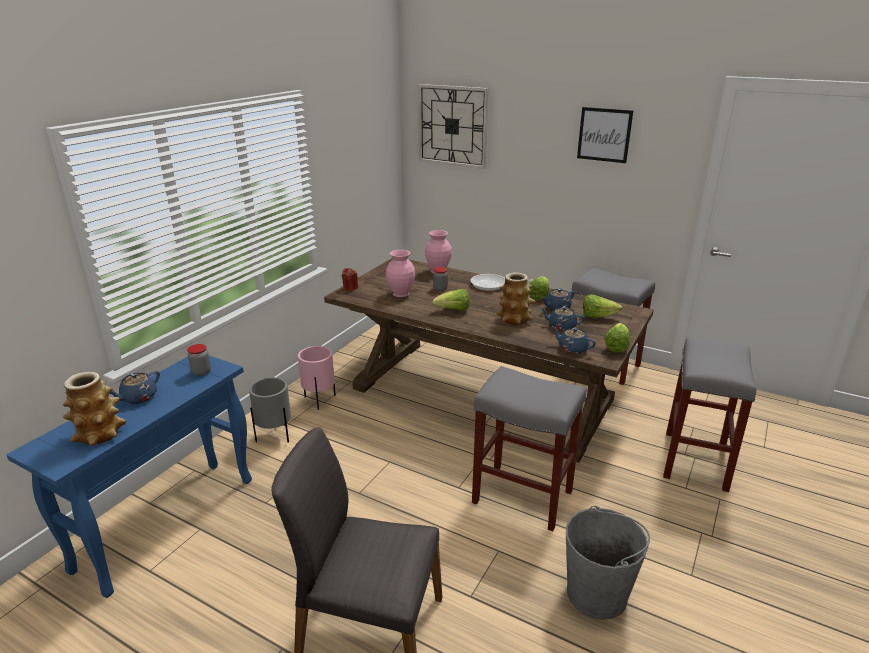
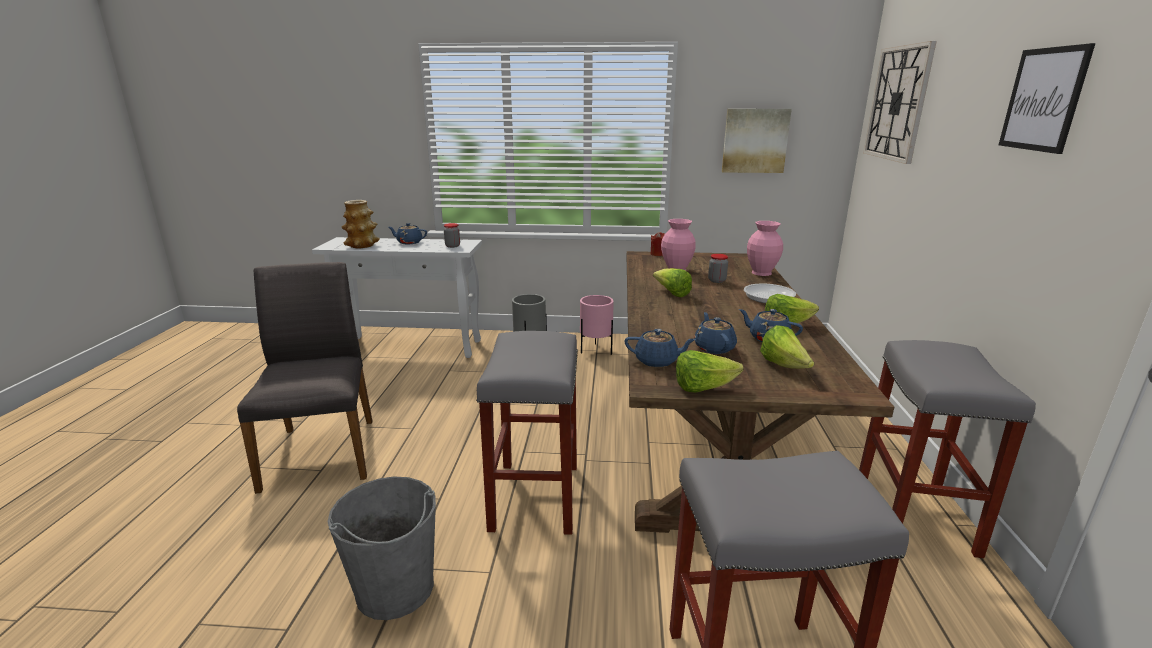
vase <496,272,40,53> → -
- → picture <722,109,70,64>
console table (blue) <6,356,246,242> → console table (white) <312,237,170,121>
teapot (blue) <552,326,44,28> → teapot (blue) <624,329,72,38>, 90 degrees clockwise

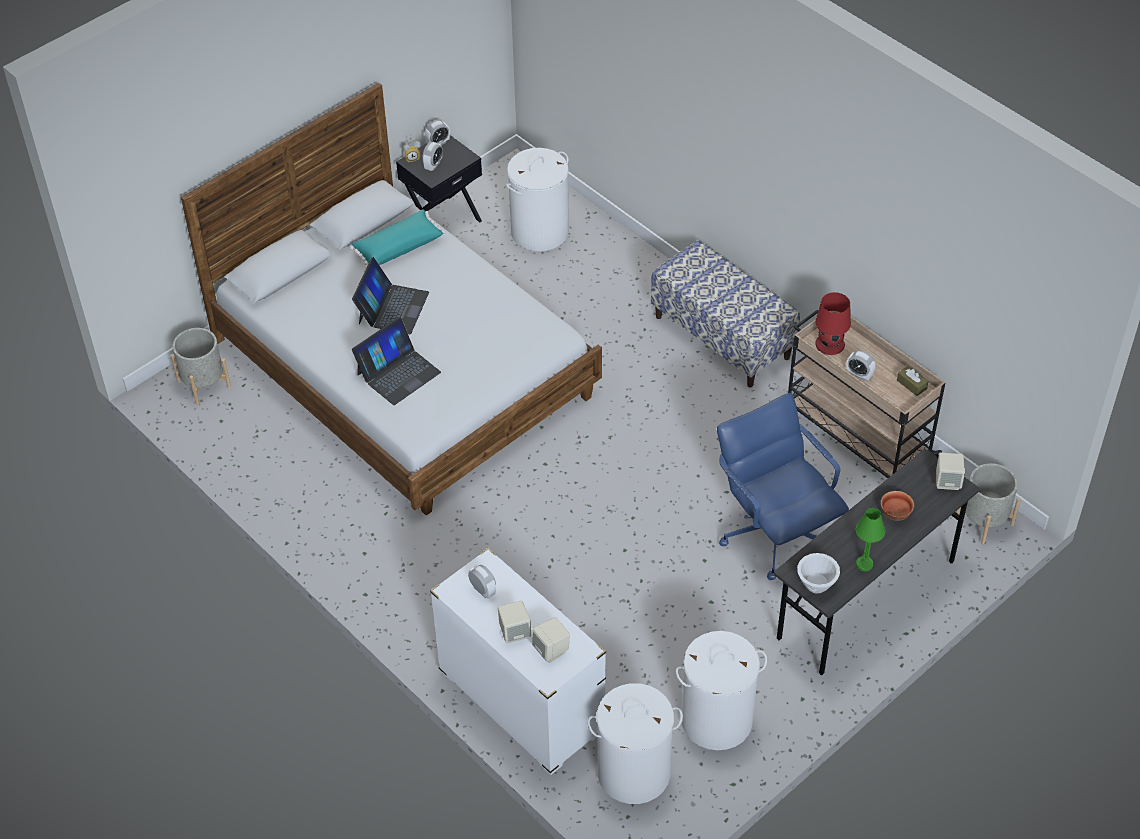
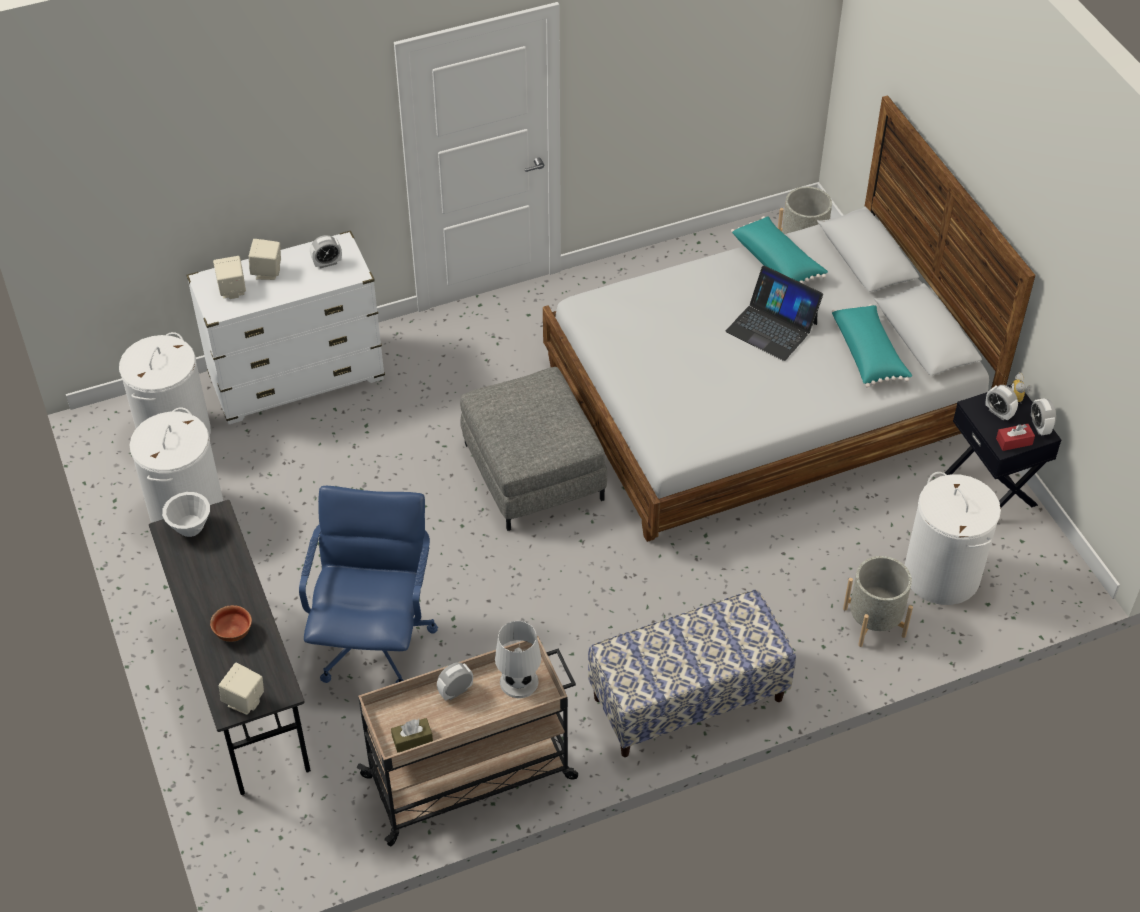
laptop <352,317,89,88> → -
table lamp (green) <855,508,30,63> → -
- → ottoman (grey) <460,367,147,164>
- → pillow (turquoise) <731,216,97,68>
- → tissue box (red) <996,424,39,27>
planter (grey) <956,463,65,81> → planter (grey) <843,556,70,91>, shifted
table lamp (red) <815,292,36,63> → table lamp (white) <495,621,46,77>
office chair (blue) <717,393,132,187> → office chair (blue) <299,486,139,197>, 75 degrees counterclockwise

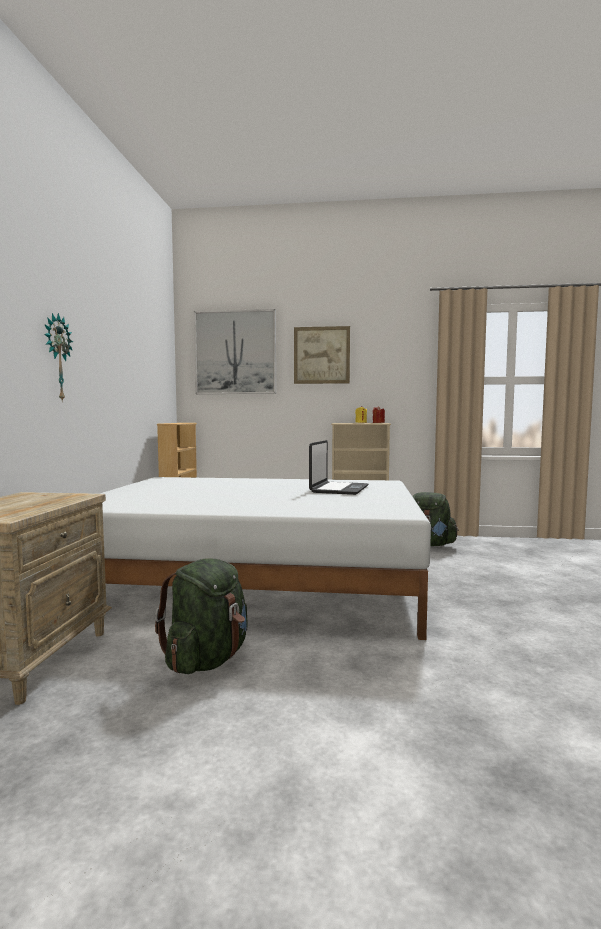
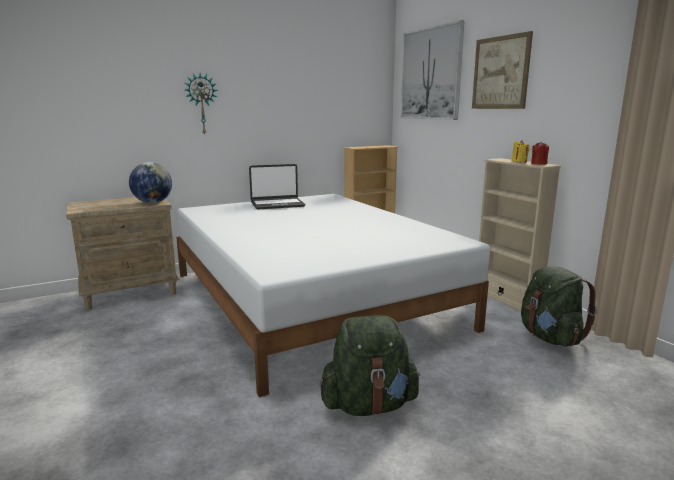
- → globe <129,162,43,41>
backpack (green) <155,558,93,116> → backpack (green) <320,315,100,101>, shifted
laptop <309,440,59,55> → laptop <249,164,56,45>, shifted

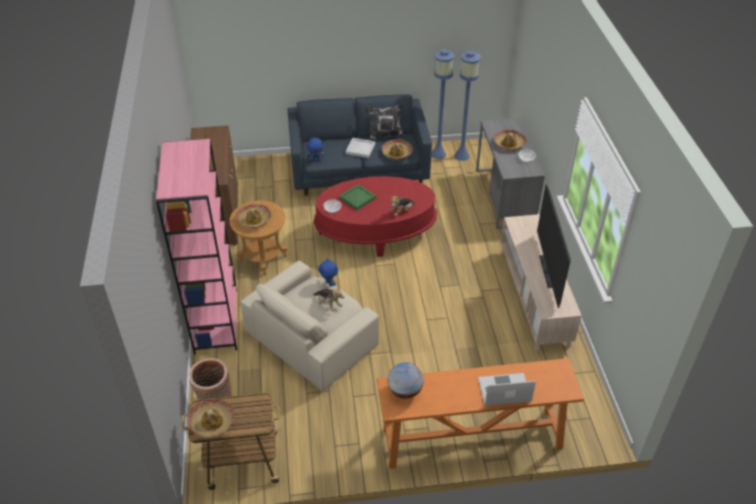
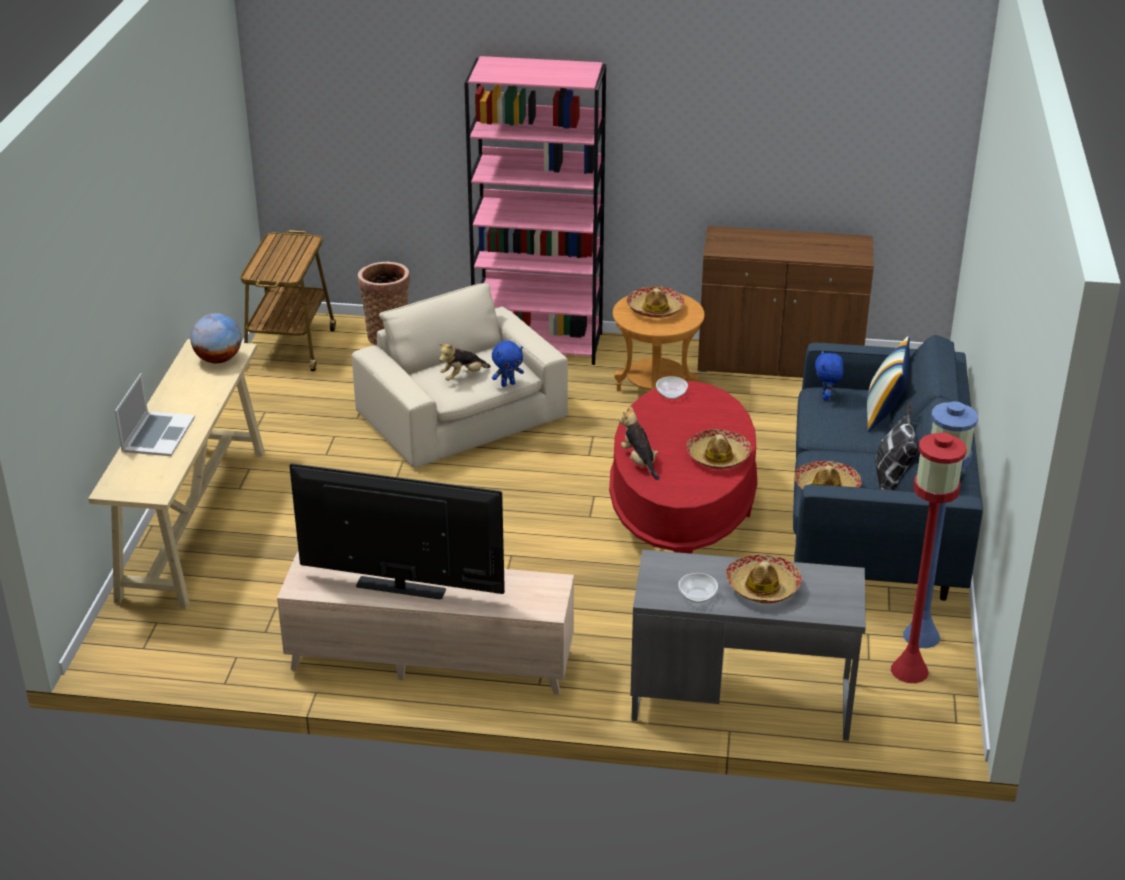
tray (green) <339,184,37,26> → -
tray (white) <345,138,30,20> → -
- → pillow <867,336,43,96>
hat <188,399,46,38> → hat <687,429,65,40>, shifted
console table (orange) <377,358,207,111> → console table (beige) <88,339,177,270>
floor lamp (blue) <454,51,27,110> → floor lamp (red) <891,432,76,251>

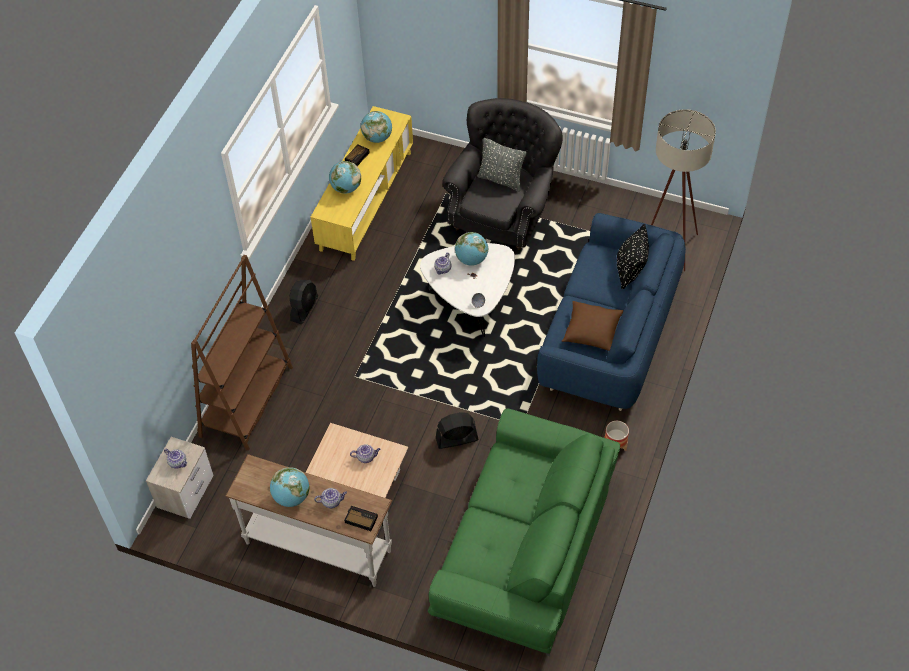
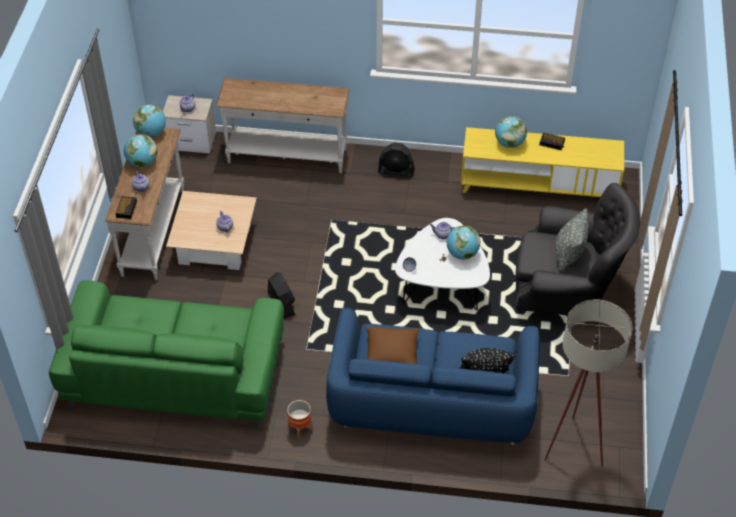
globe <361,111,31,32> → globe <133,105,33,32>, shifted
bookcase (brown) <191,255,102,196> → console table (white) <216,78,134,95>

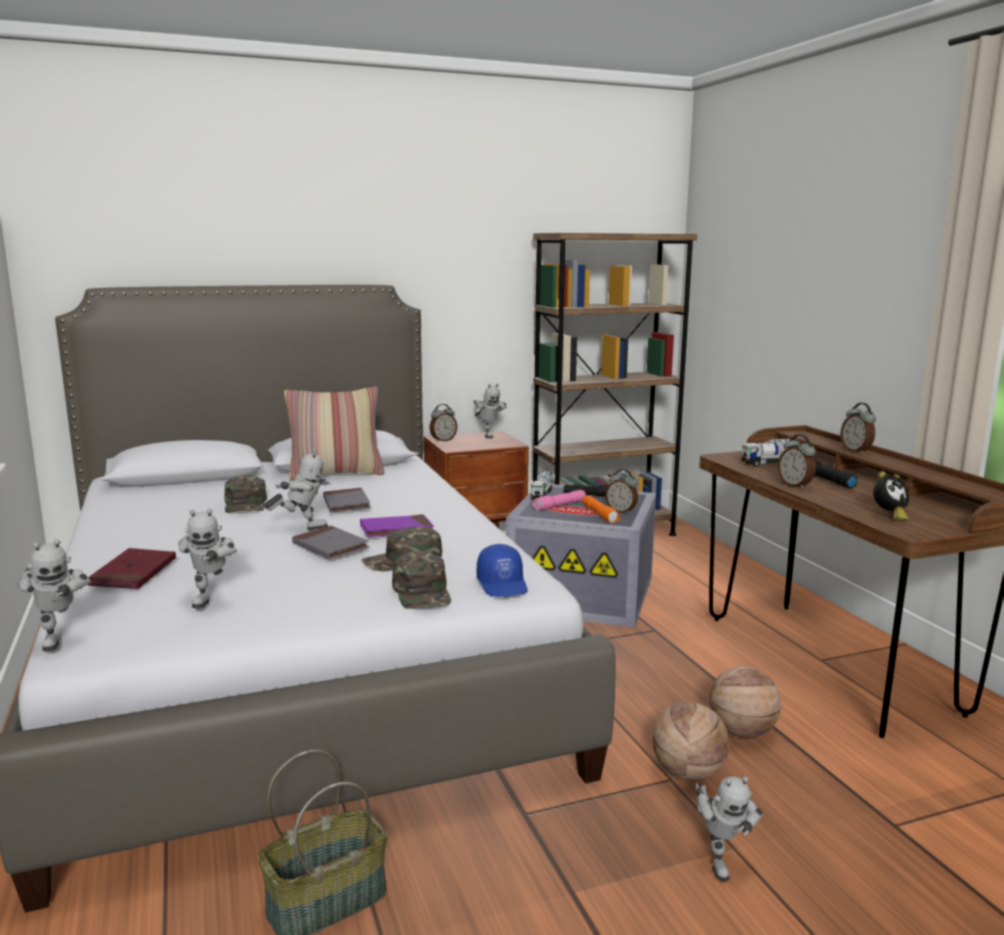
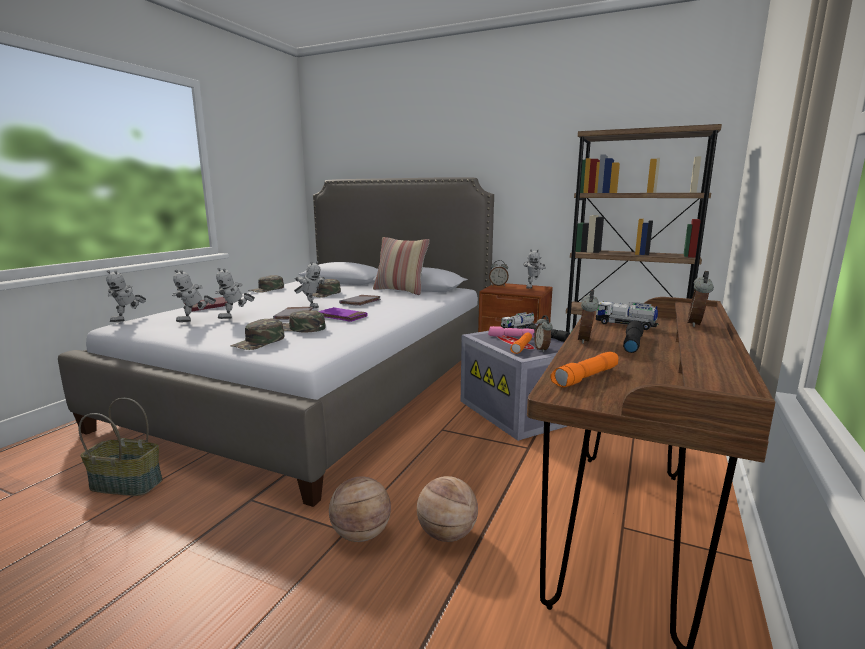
cap (blue) <477,544,51,53> → -
- → cap (green) <250,275,34,18>
toy robot <696,776,67,106> → toy robot <215,268,40,51>, shifted
alarm clock <873,471,36,50> → flashlight (orange) <551,352,67,36>

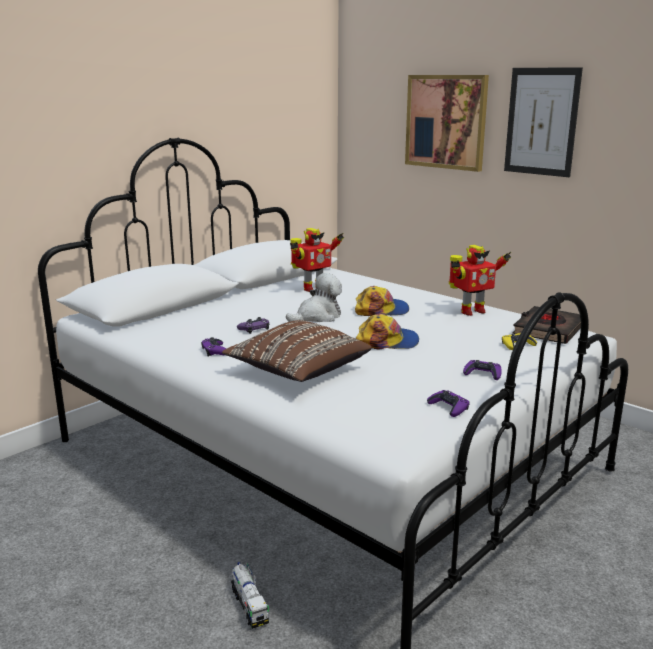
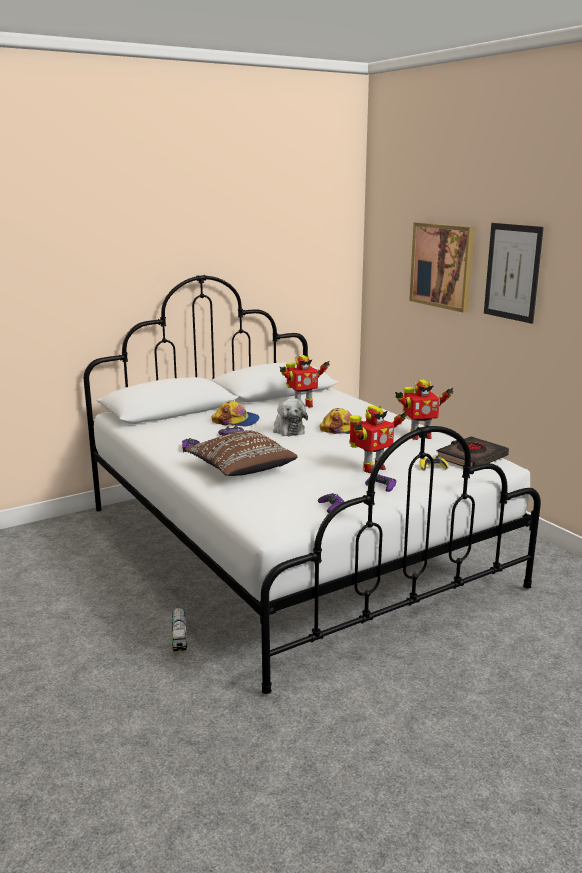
- → toy robot <349,405,58,68>
cap <356,314,63,36> → cap <212,400,48,26>, shifted
plush toy <286,273,56,49> → plush toy <273,398,35,38>, 90 degrees clockwise

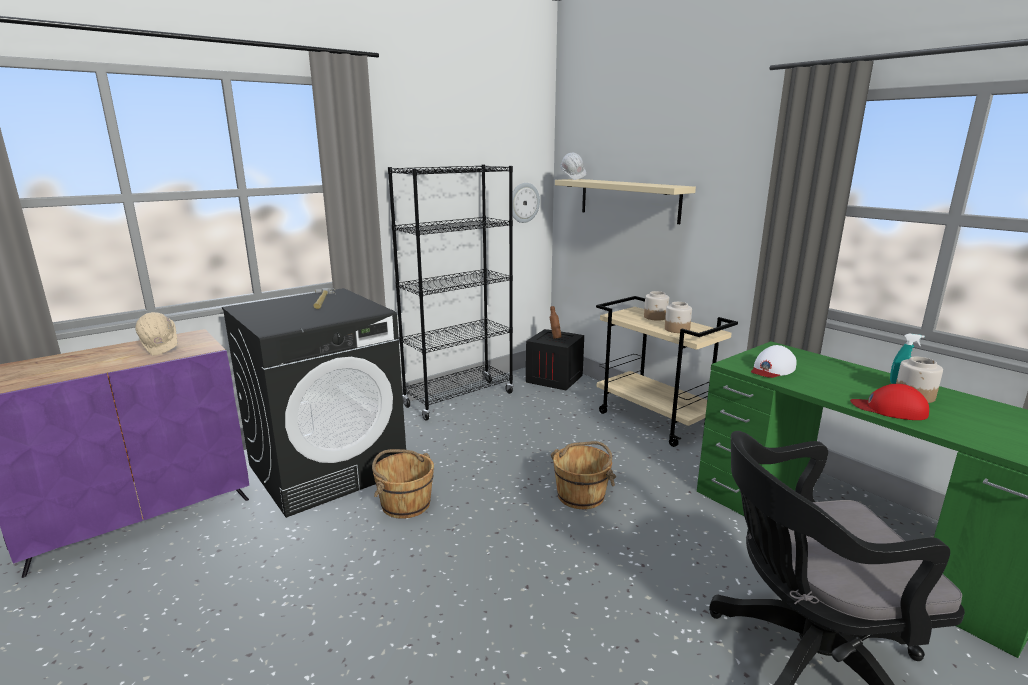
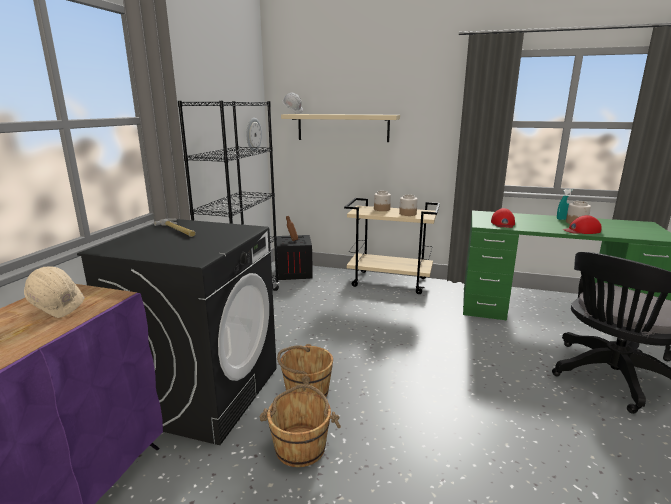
bucket (brown) <551,441,65,68> → bucket (brown) <259,384,82,83>, shifted
cap (white) <751,345,46,33> → cap (red) <491,208,24,20>

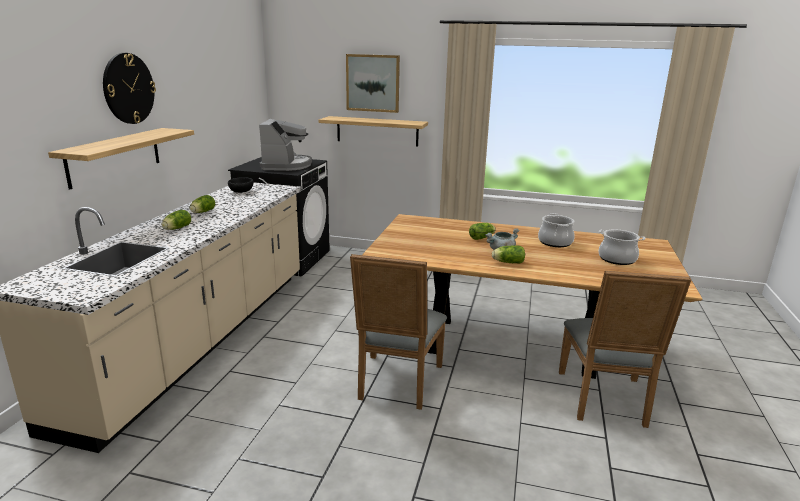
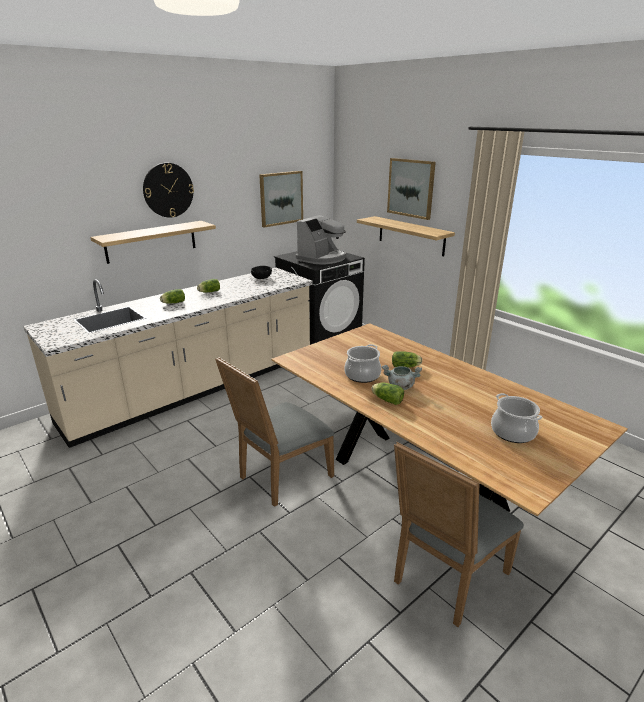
- → picture <259,171,44,57>
cooking pot <538,213,37,34> → cooking pot <344,344,37,39>, shifted

